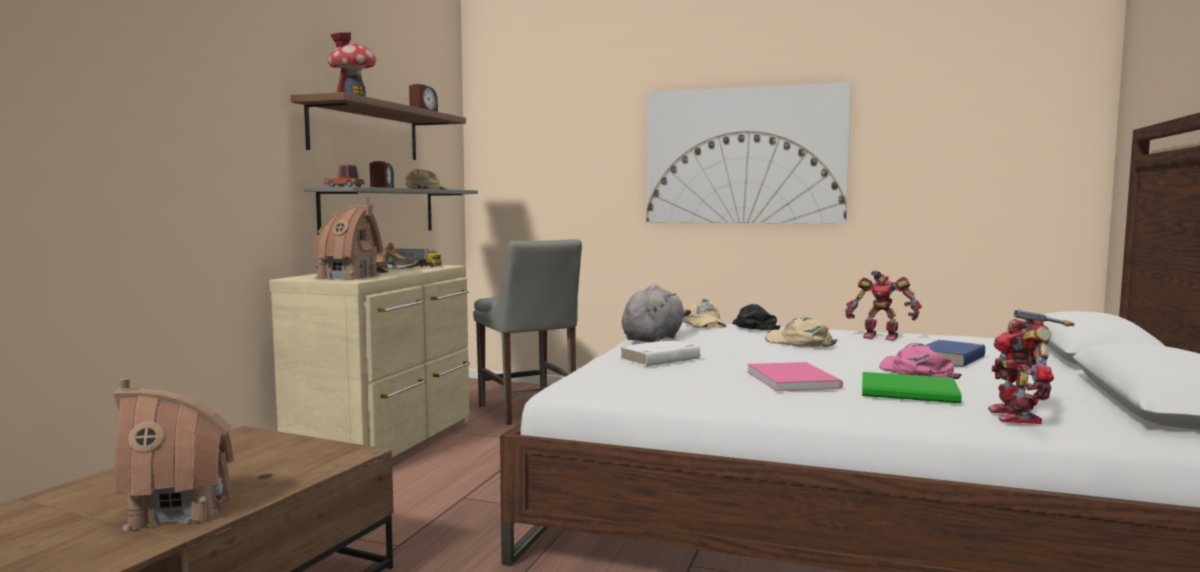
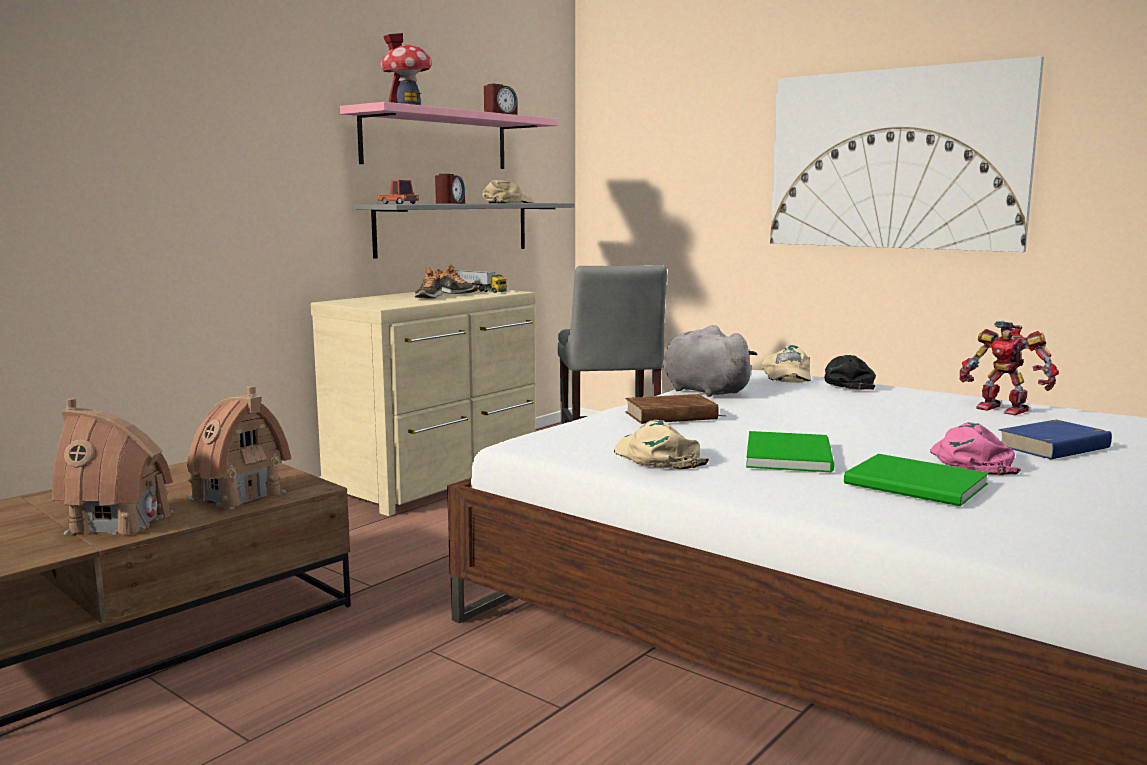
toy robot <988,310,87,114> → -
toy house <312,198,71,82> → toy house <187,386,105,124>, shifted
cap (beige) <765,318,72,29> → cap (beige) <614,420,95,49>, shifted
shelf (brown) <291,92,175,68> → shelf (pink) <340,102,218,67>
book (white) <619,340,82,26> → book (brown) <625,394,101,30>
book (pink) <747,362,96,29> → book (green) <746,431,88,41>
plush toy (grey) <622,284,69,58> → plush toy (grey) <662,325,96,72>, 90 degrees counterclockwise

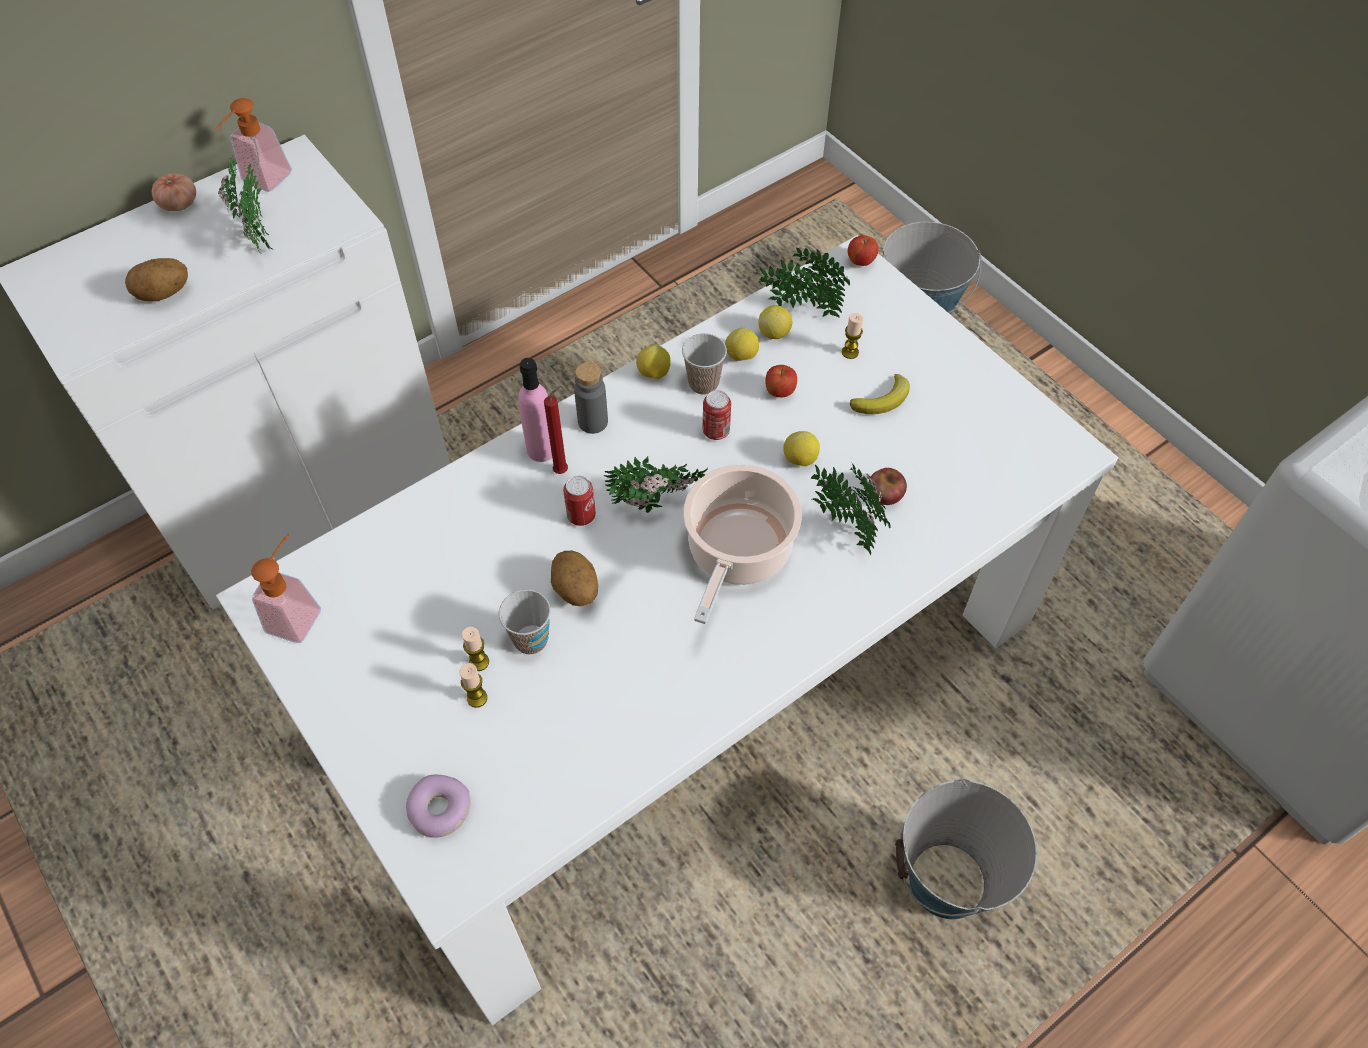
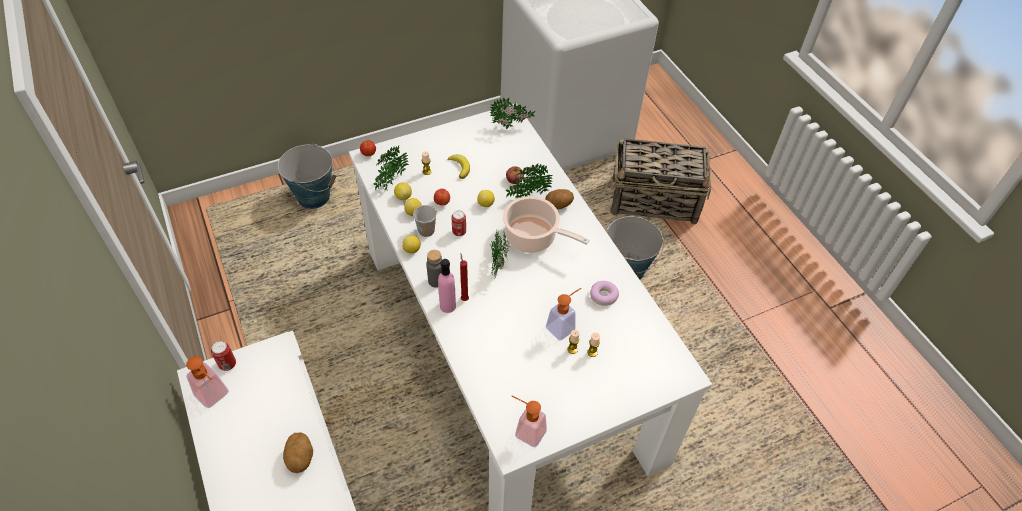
tomato <152,173,44,38> → -
- → basket <611,139,100,86>
potted plant <218,159,55,95> → potted plant <490,97,45,32>, shifted
donut <406,775,65,63> → donut <590,281,29,25>, shifted
potato <551,551,47,55> → potato <545,189,29,21>, shifted
can <563,476,33,50> → can <211,341,25,30>, shifted
cup <499,589,52,66> → soap dispenser <546,288,35,52>

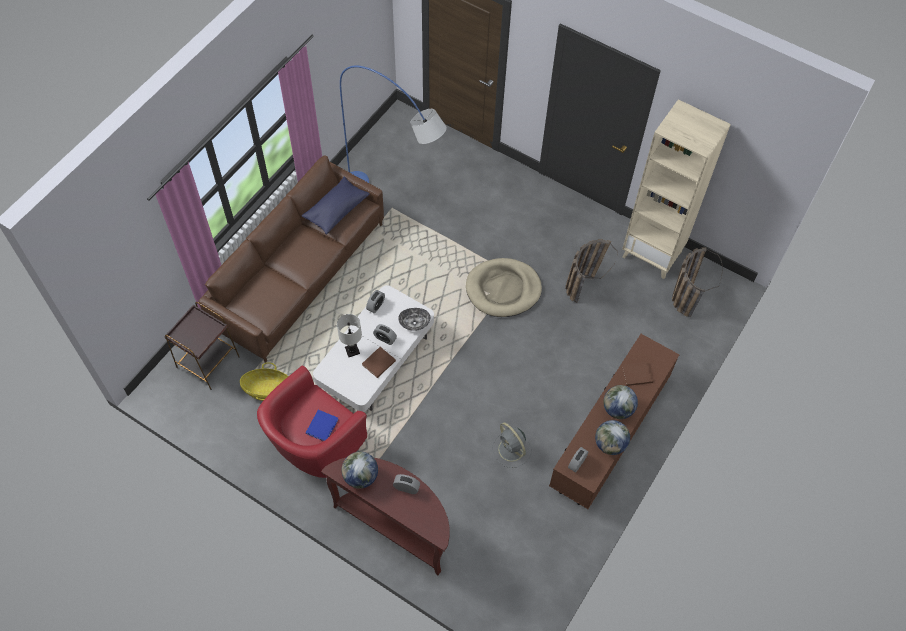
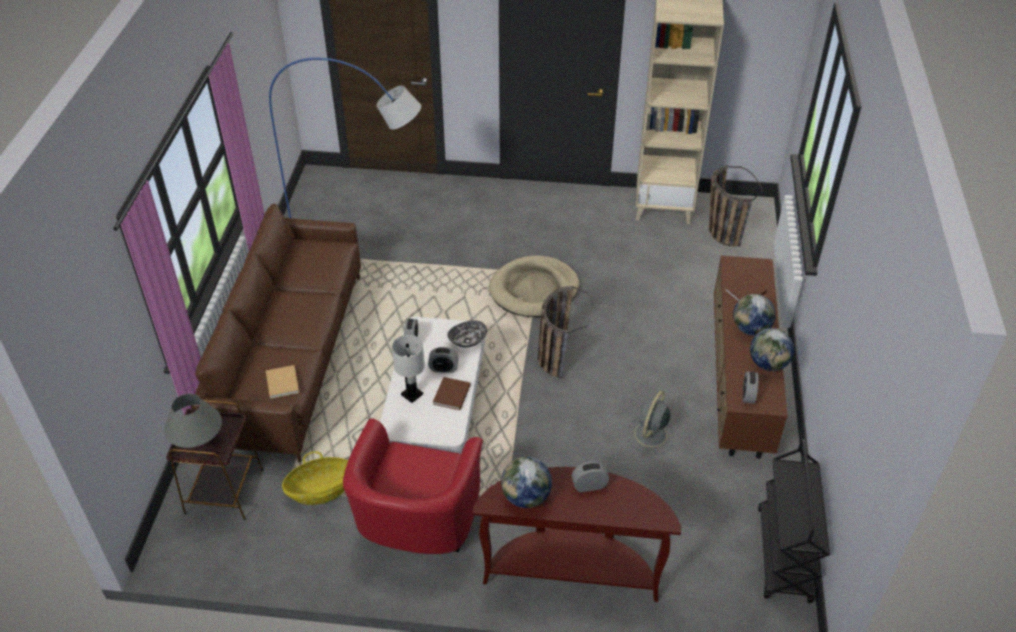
pillow (blue) <301,176,69,59> → -
book (blue) <306,410,33,31> → -
- → table lamp (grey) <164,394,58,54>
- → book (beige) <266,365,33,34>
- → cart (black) <758,439,72,164>
basket <565,239,53,64> → basket <538,286,55,92>, shifted
fan (grey) <492,423,40,45> → fan (grey) <627,391,47,64>, 90 degrees clockwise

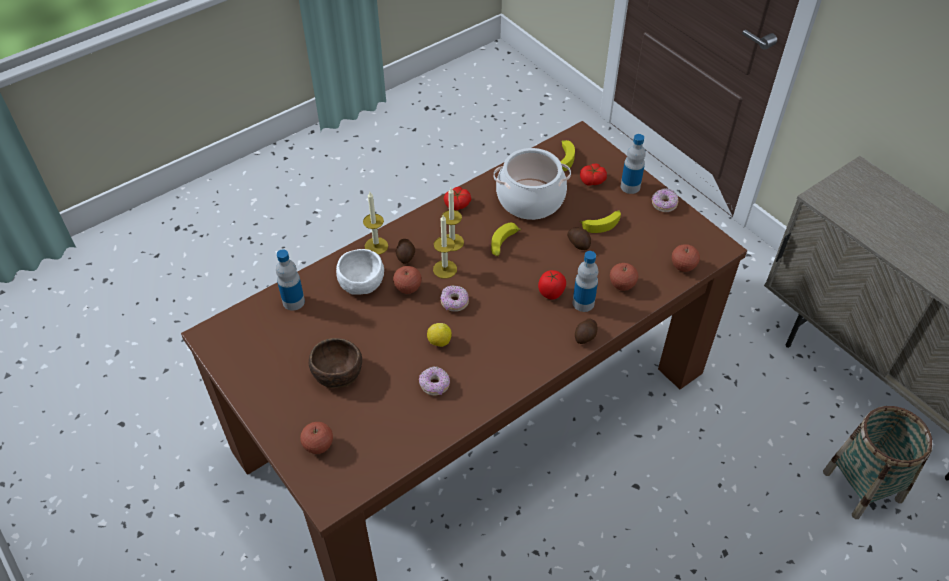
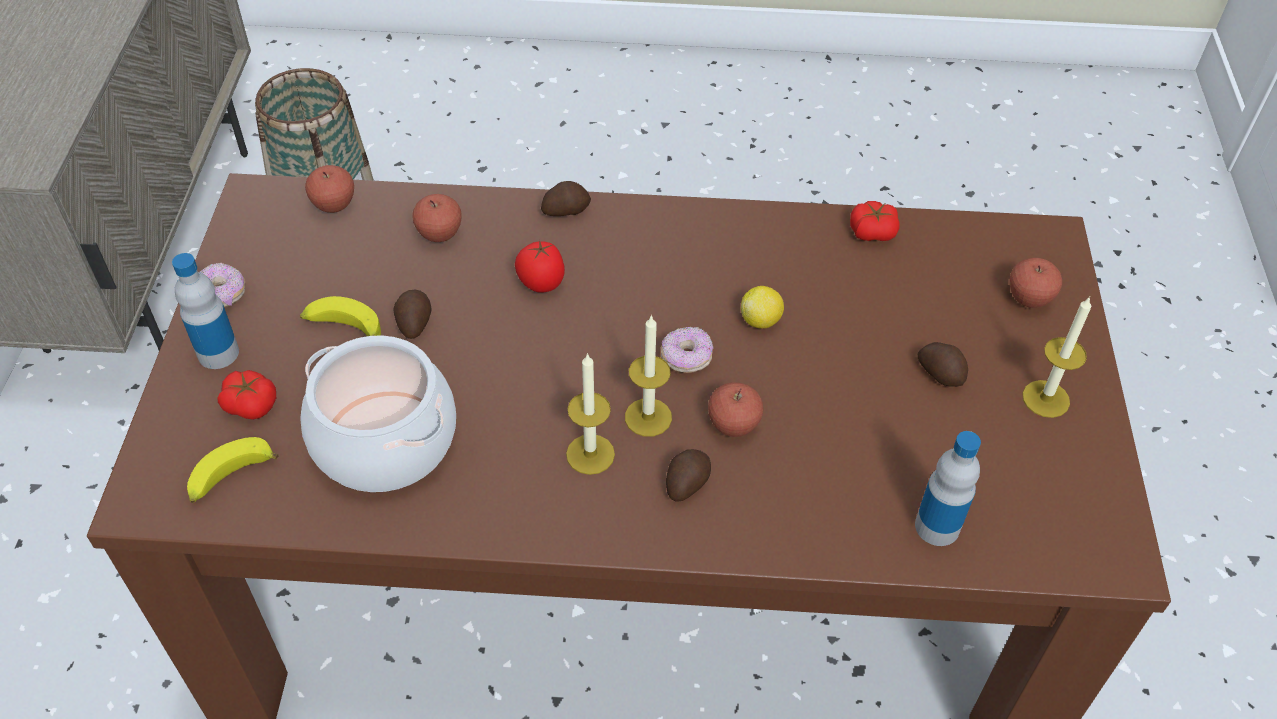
bowl (white) <336,249,48,46> → -
donut <419,367,31,29> → -
banana <491,223,30,34> → -
bottle <573,251,25,61> → -
candle <363,192,25,63> → candle <1022,297,69,121>, shifted
tomato <444,187,27,23> → tomato <850,201,50,40>, shifted
bowl (brown) <309,338,53,50> → potato <918,342,50,45>

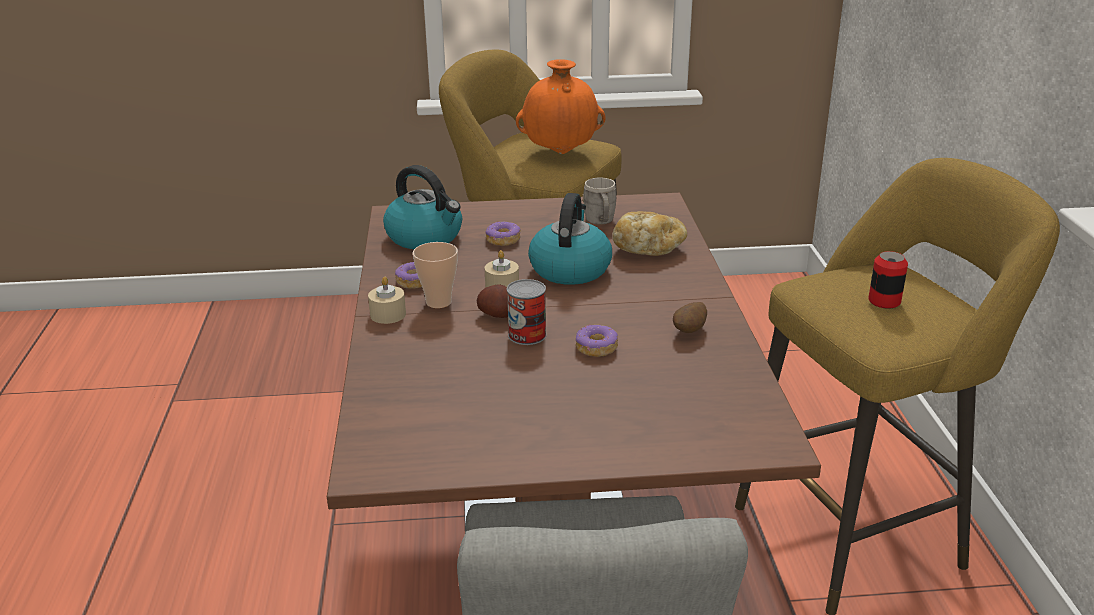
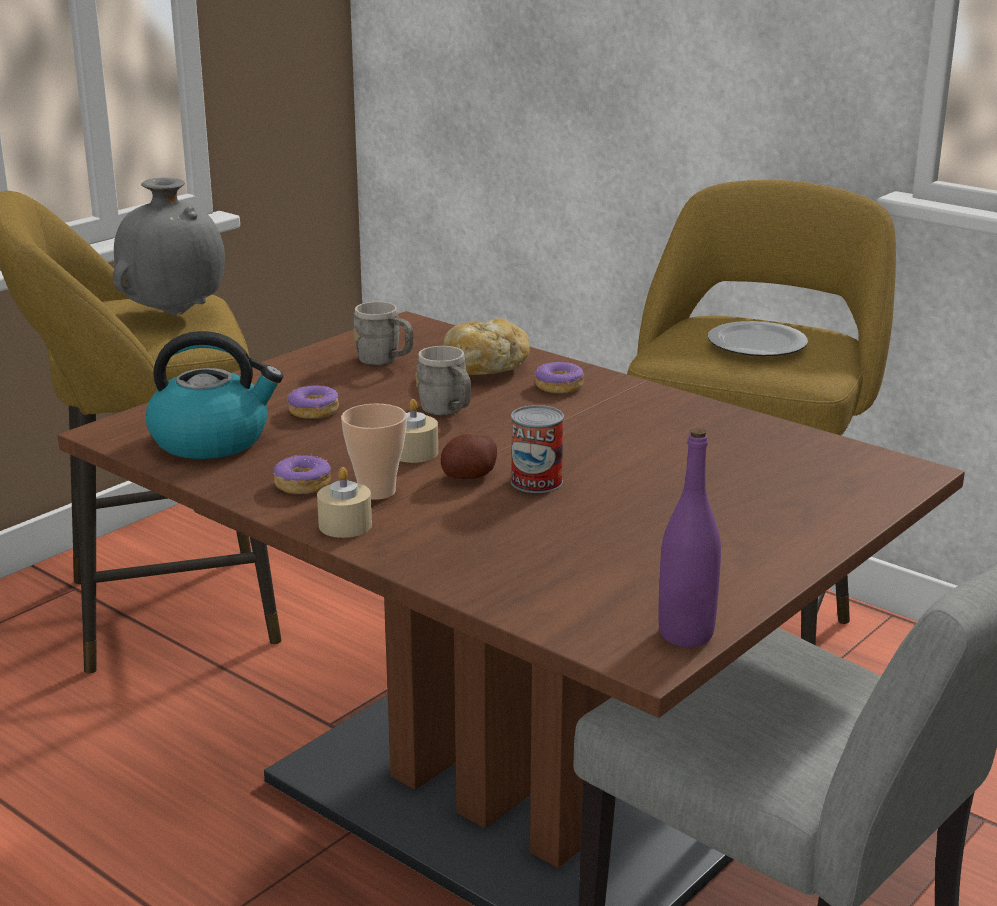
potato <673,302,34,31> → -
- → bottle (purple) <658,428,63,219>
donut <576,324,42,33> → donut <535,362,49,31>, shifted
kettle <528,193,84,92> → mug (grey) <415,346,56,69>
can <868,251,40,58> → plate <708,321,100,35>
vase (orange) <516,59,90,95> → vase (grey) <113,178,112,137>

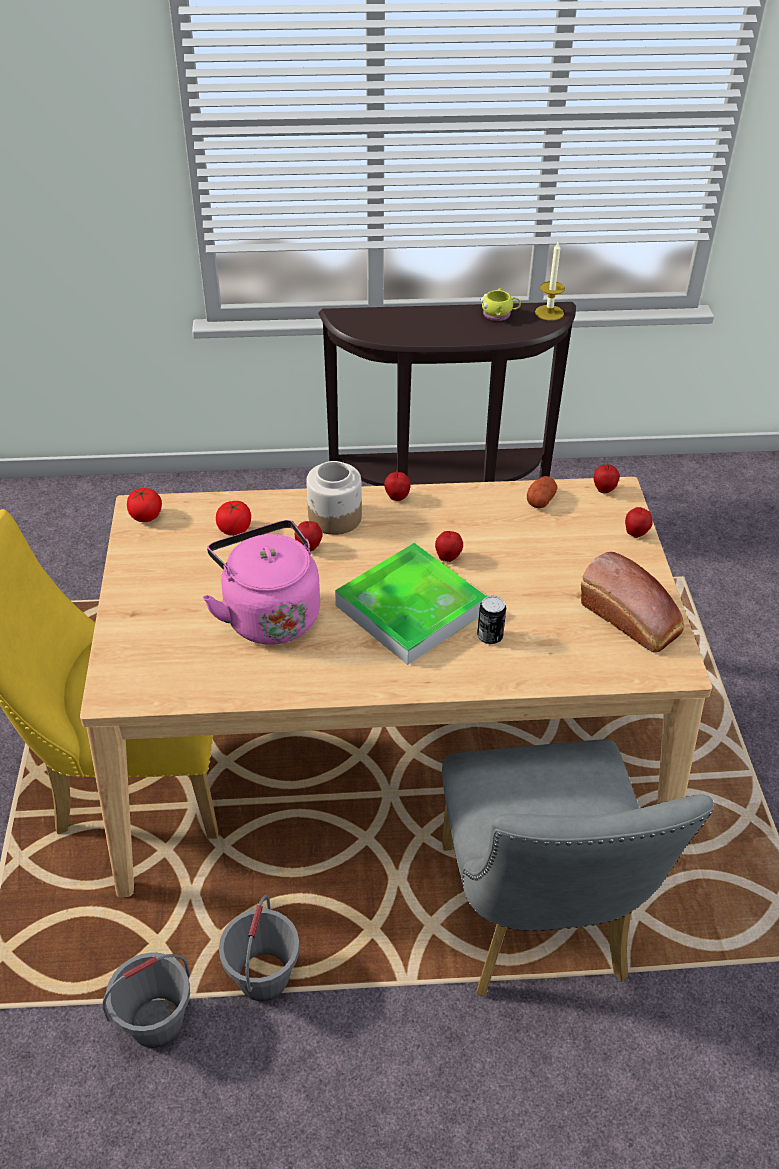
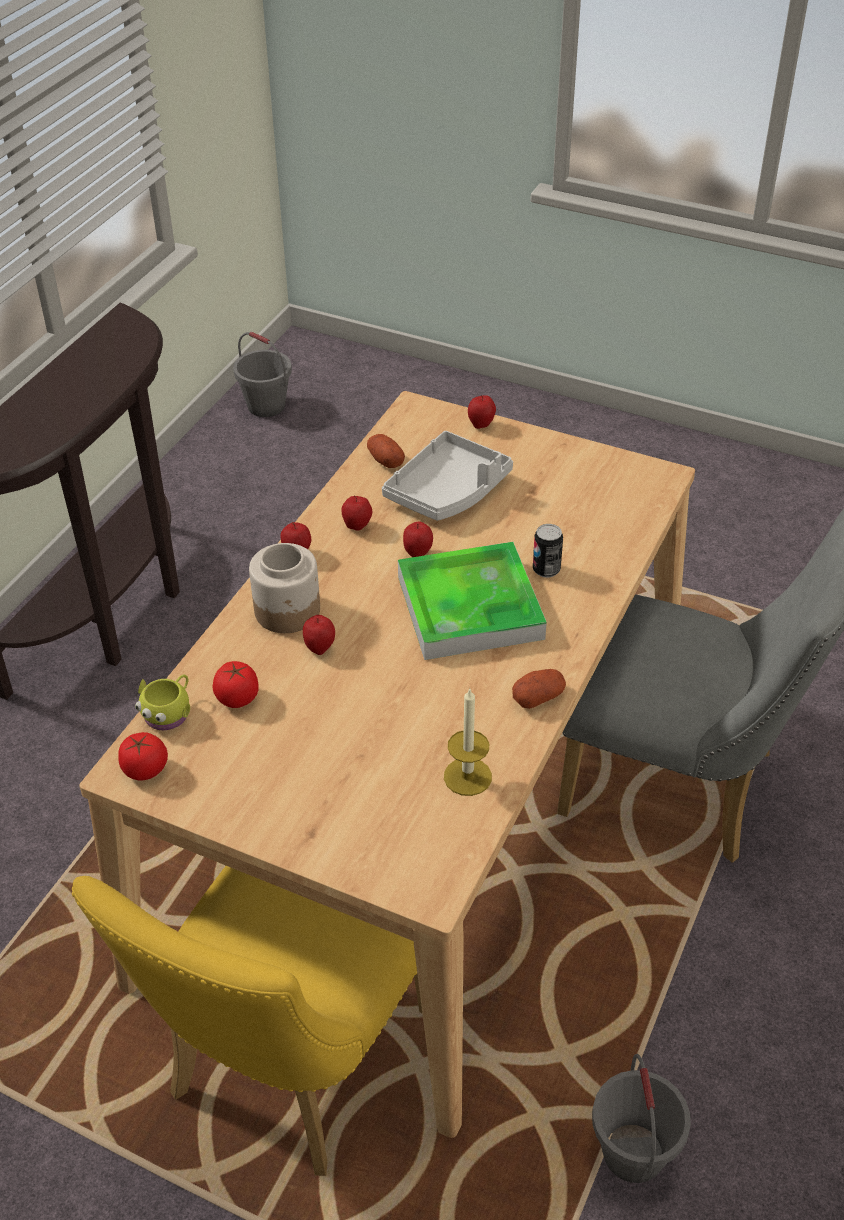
kettle (pink) <203,520,117,125> → -
bread <581,552,103,101> → -
- → tray (grey) <382,431,131,90>
- → potato <512,669,54,40>
bucket (grey) <219,895,81,106> → bucket (grey) <233,332,59,85>, shifted
mug (yellow) <480,288,41,33> → mug (yellow) <135,674,55,56>, shifted
candle <535,242,30,79> → candle <444,687,48,109>, shifted
apple <594,463,26,30> → apple <341,496,31,35>, shifted

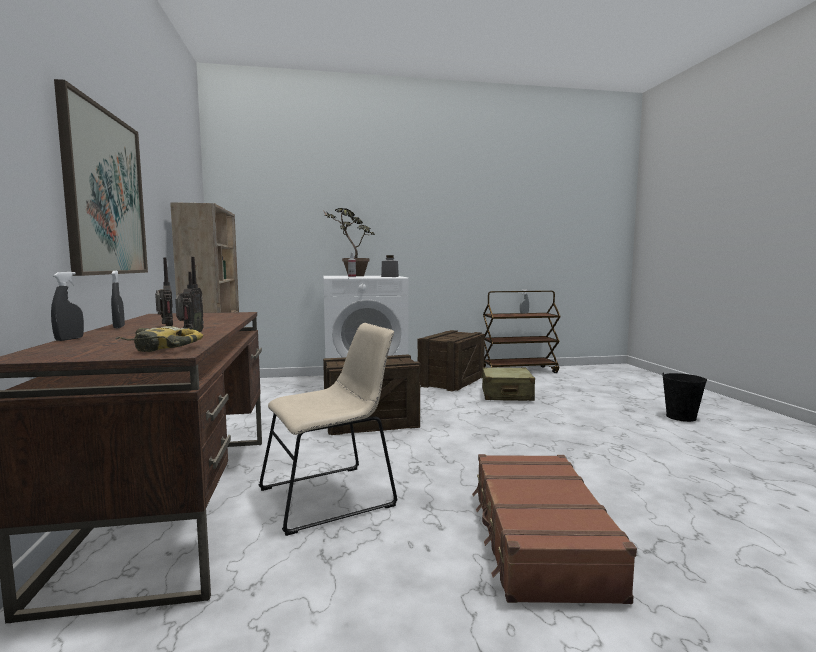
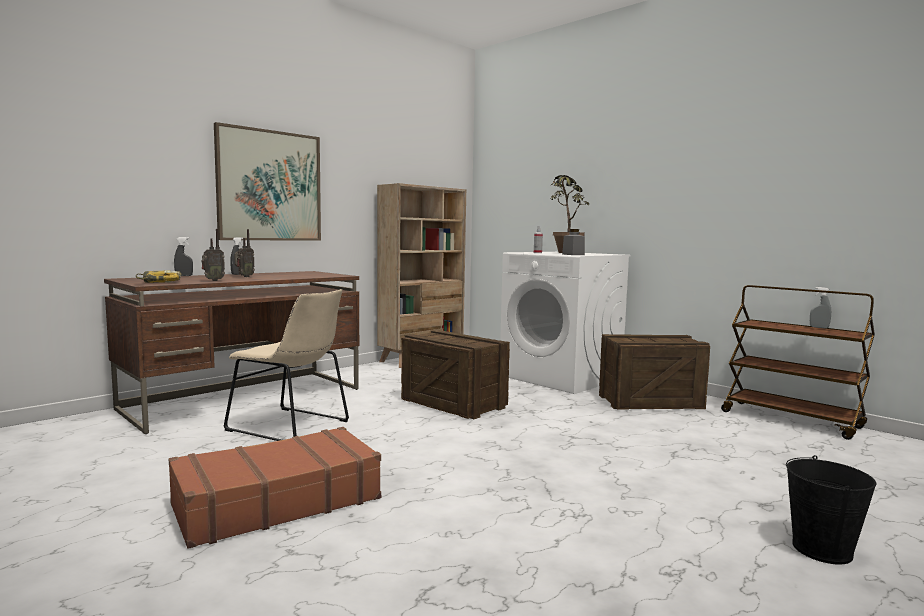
suitcase (beige) <481,367,54,34> → -

